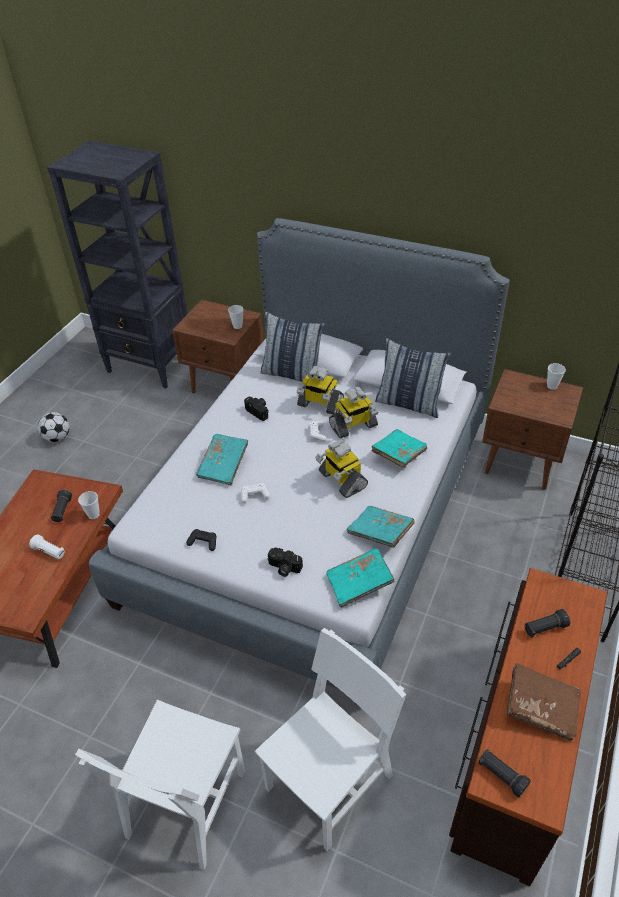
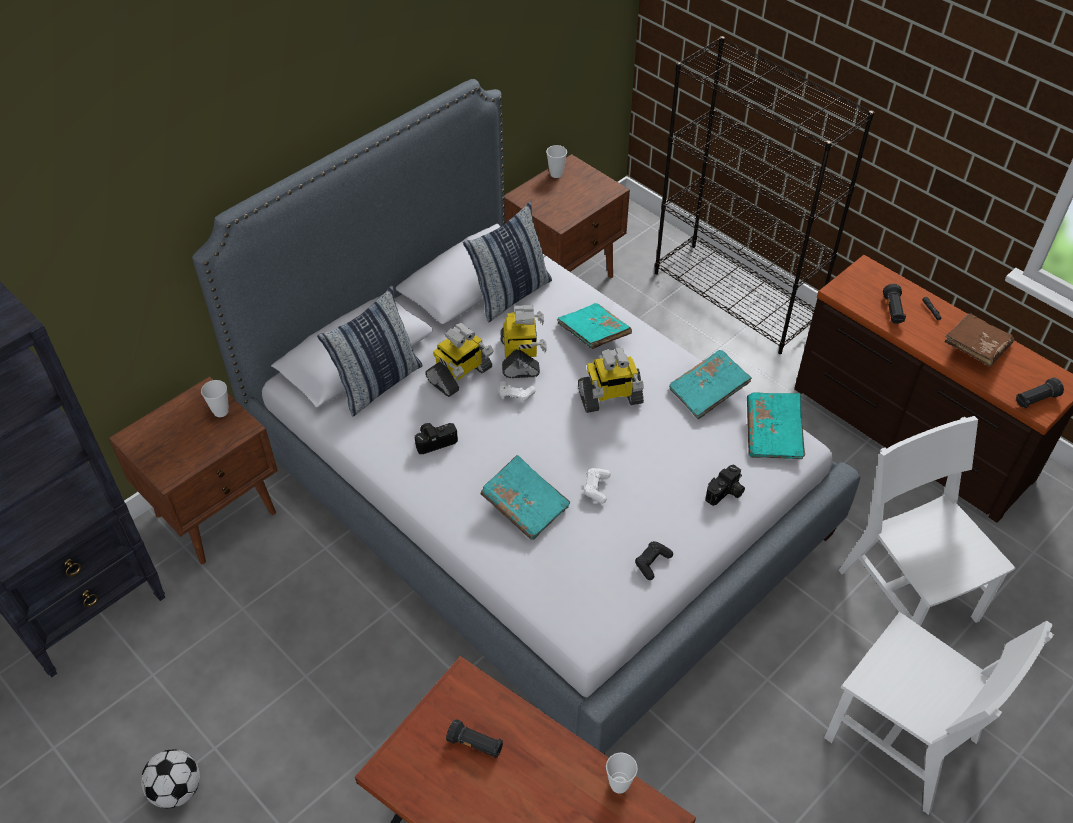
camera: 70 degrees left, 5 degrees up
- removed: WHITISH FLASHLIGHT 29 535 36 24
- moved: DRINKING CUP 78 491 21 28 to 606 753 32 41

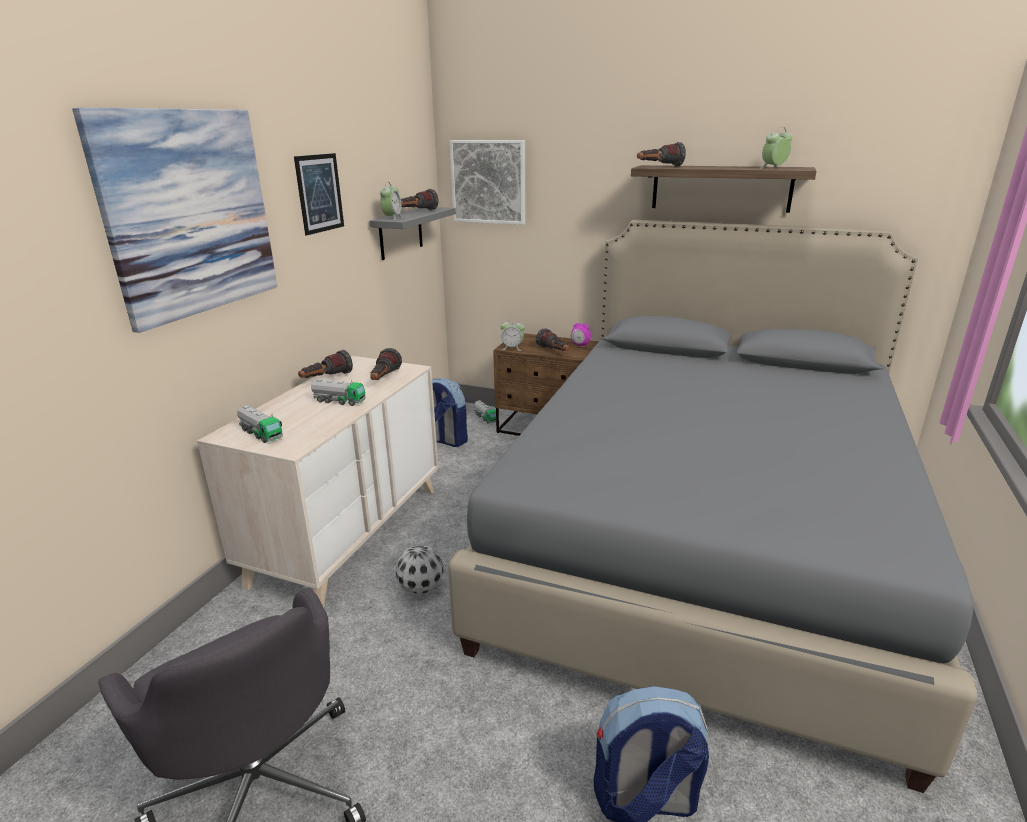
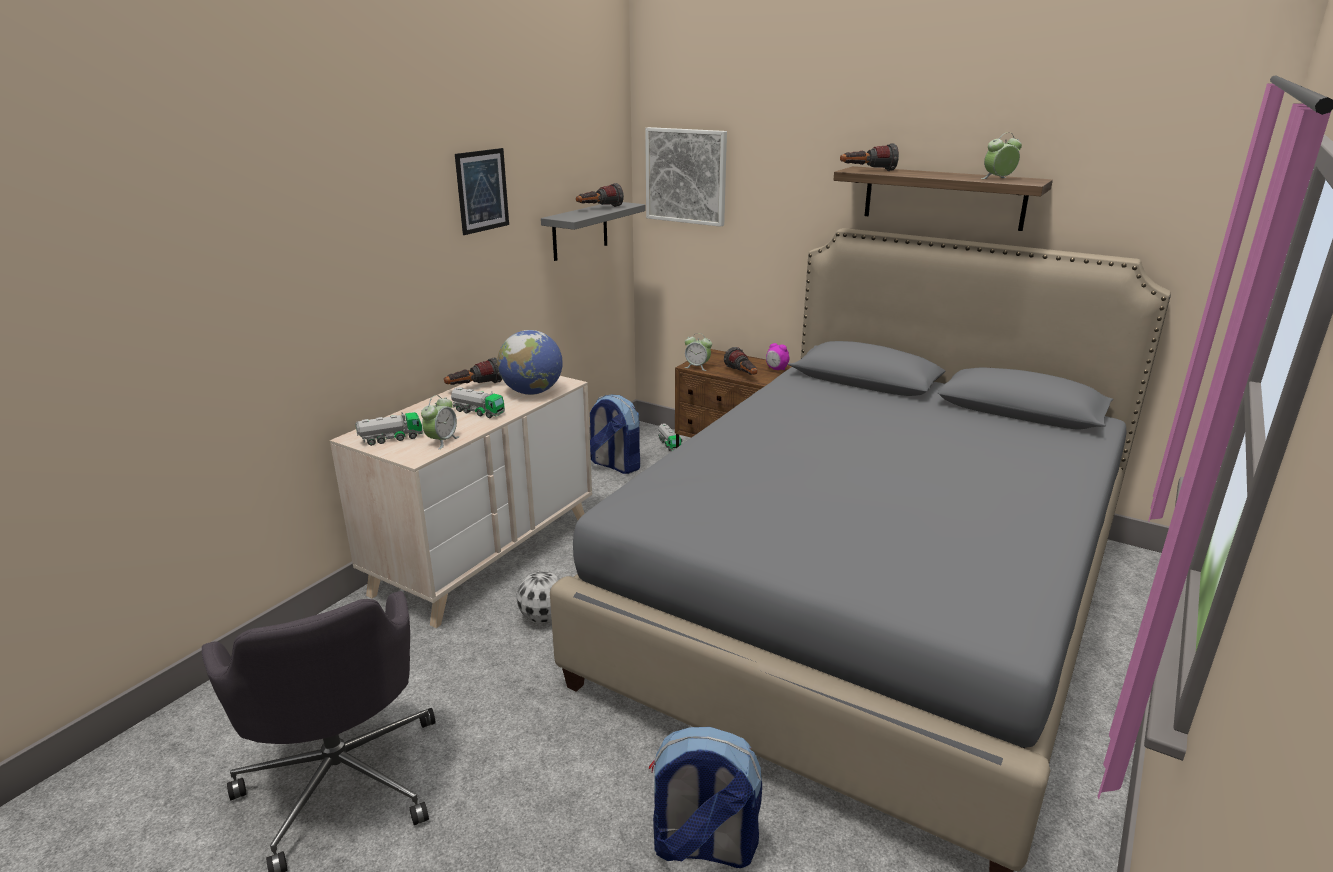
camera: 10 degrees right, 0 degrees up
- removed: PICTURE 72 108 206 225
- moved: BEDSIDE CLOCK 380 183 22 37 to 421 395 38 54
- replaced: FLASHLIGHT 370 348 32 32 to DESK GLOBE 497 330 66 65
- turned: TOY TRUCK 237 405 46 38 = 355 412 68 34 75 degrees counterclockwise

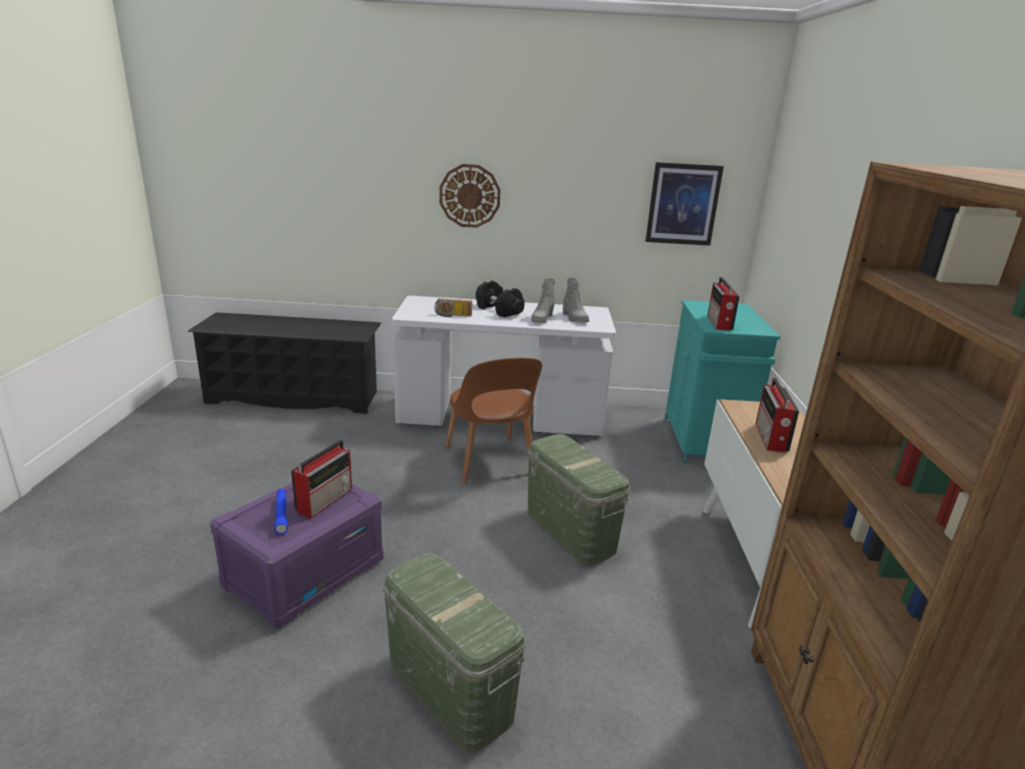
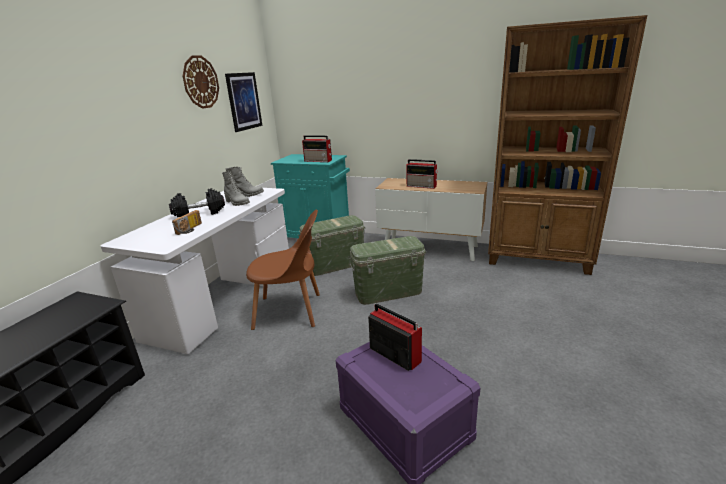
camera: 70 degrees left, 0 degrees up
- removed: BLUE-COLOURED FLASHLIGHT 274 489 14 46
- moved: GREEN STORAGE BIN 383 553 143 199 to 298 215 67 61
- moved: WALL CLOCK 440 164 60 64 to 182 55 37 54

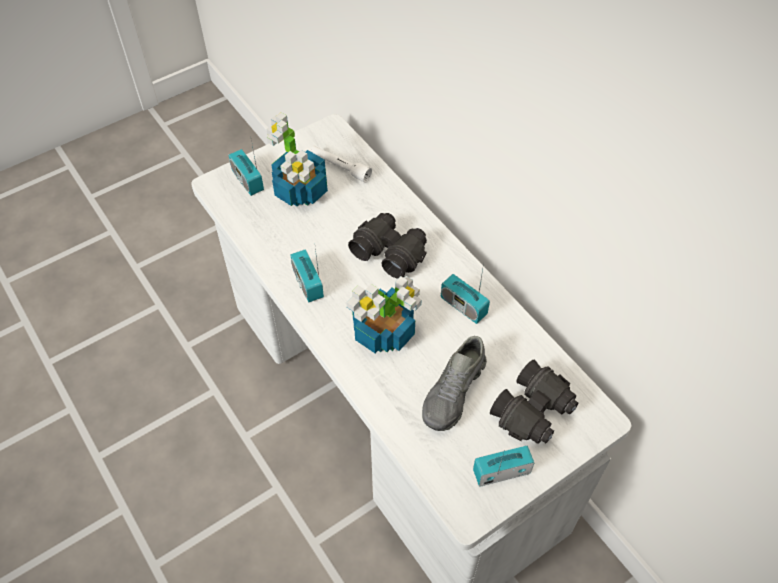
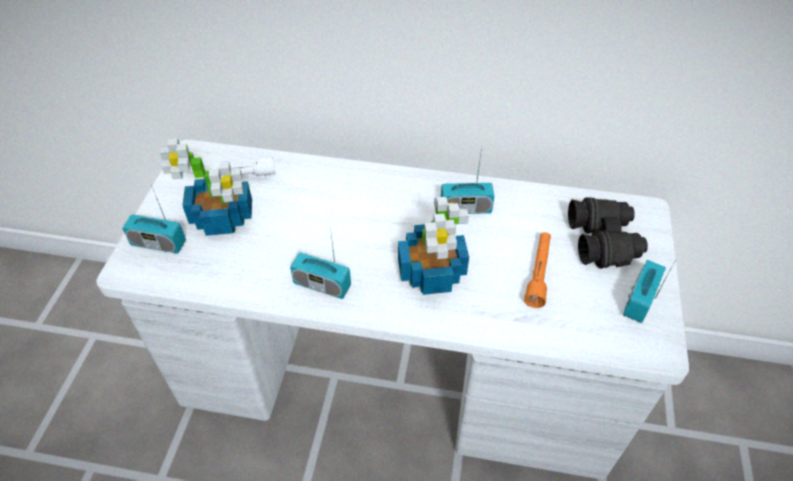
camera: 45 degrees left, 5 degrees down
- removed: BLACK-COLOURED BINOCULARS 348 213 79 65
- replaced: GREYISH LOW SHOE 422 336 65 95 to ORANGEY FLASHLIGHT 524 232 27 76

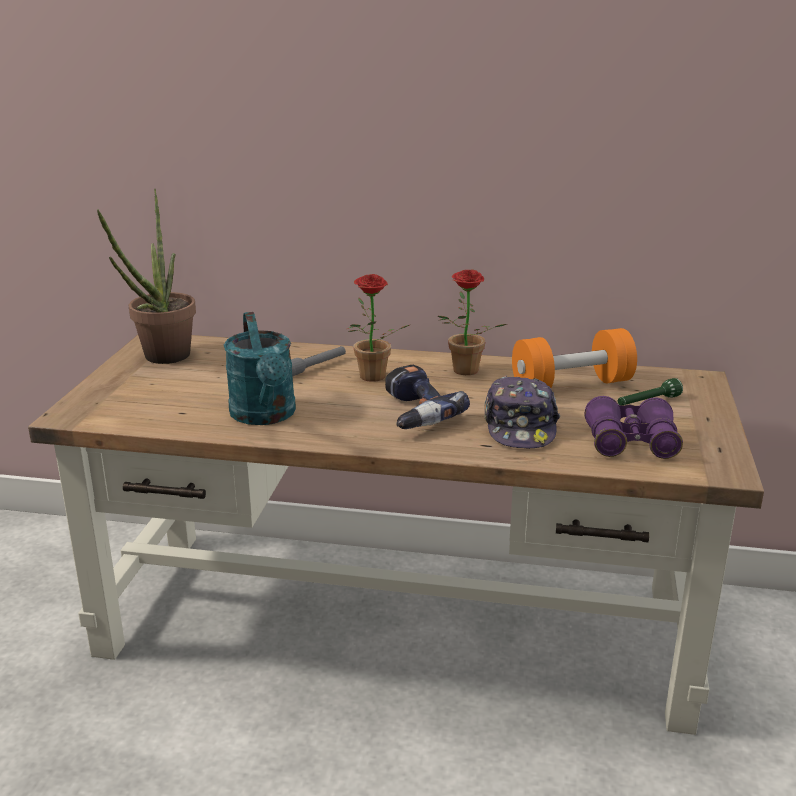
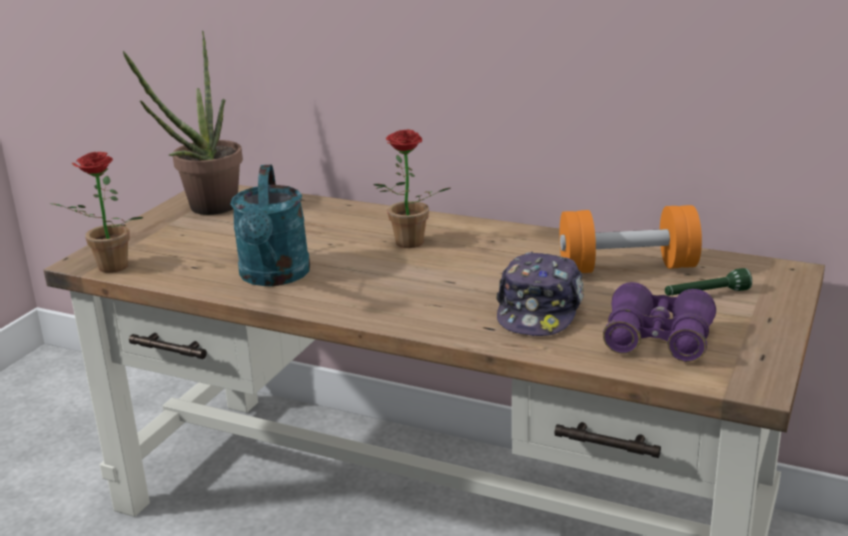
camera: 15 degrees right, 0 degrees up
- removed: GREYISH FLASHLIGHT 291 346 55 31
- removed: POWER DRILL 385 365 85 64
- moved: HOUSEPLANT 438 269 68 106 to 53 152 90 121

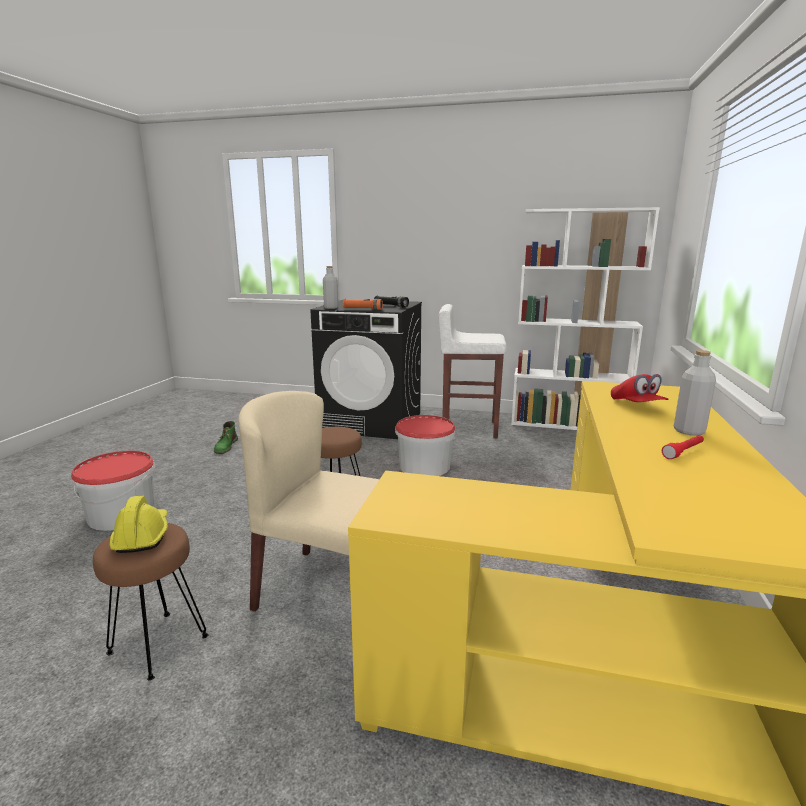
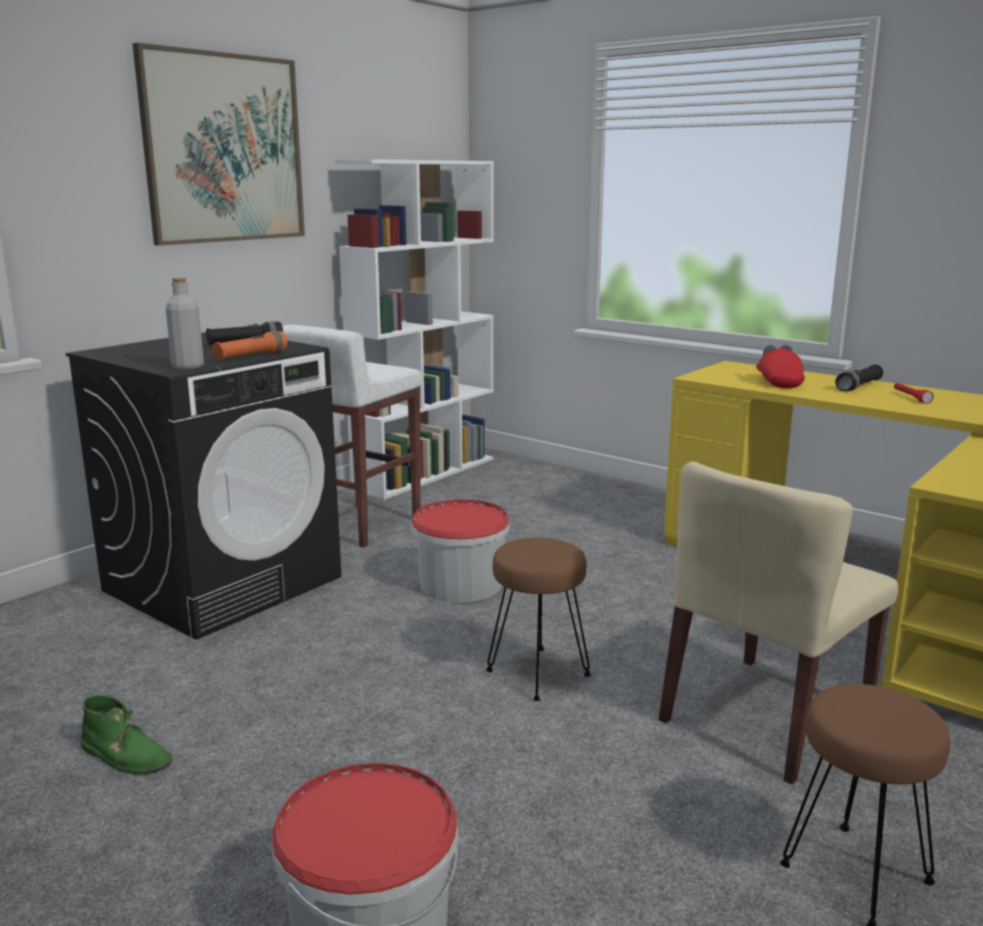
camera: 65 degrees left, 0 degrees up
- removed: YELLOWISH HARD HAT 110 495 58 58
- added: PICTURE 132 43 173 203
- replaced: GREYISH DRINK BOTTLE 674 350 42 86 to BLACK-COLOURED FLASHLIGHT 835 365 48 27
- turned: REDDISH CAP 611 374 58 28 = 756 345 49 43 105 degrees counterclockwise

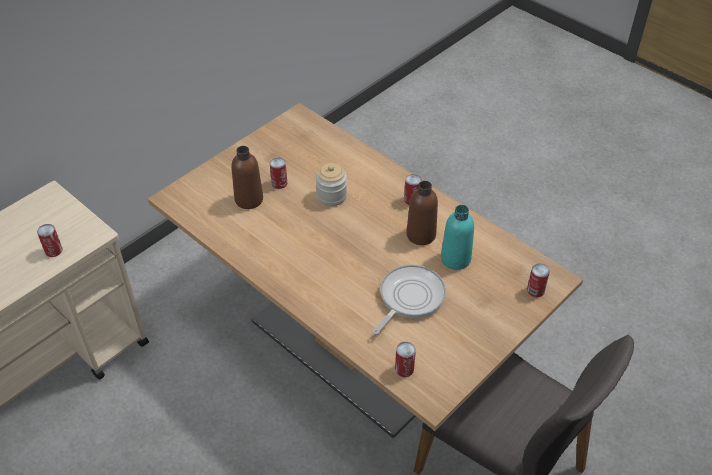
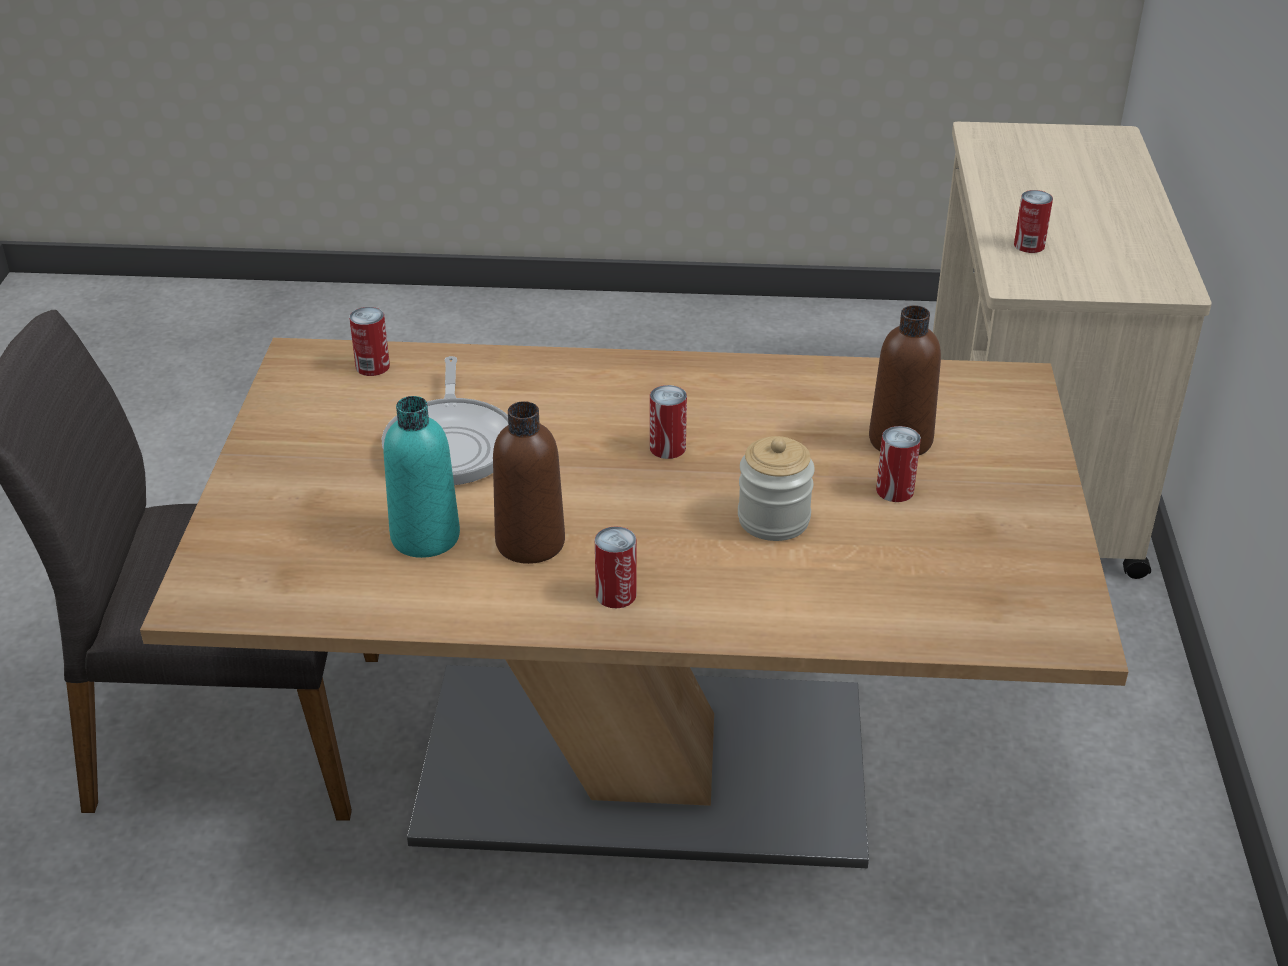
camera: 140 degrees right, 10 degrees down
- moved: CAN 527 264 23 33 to 650 385 37 74

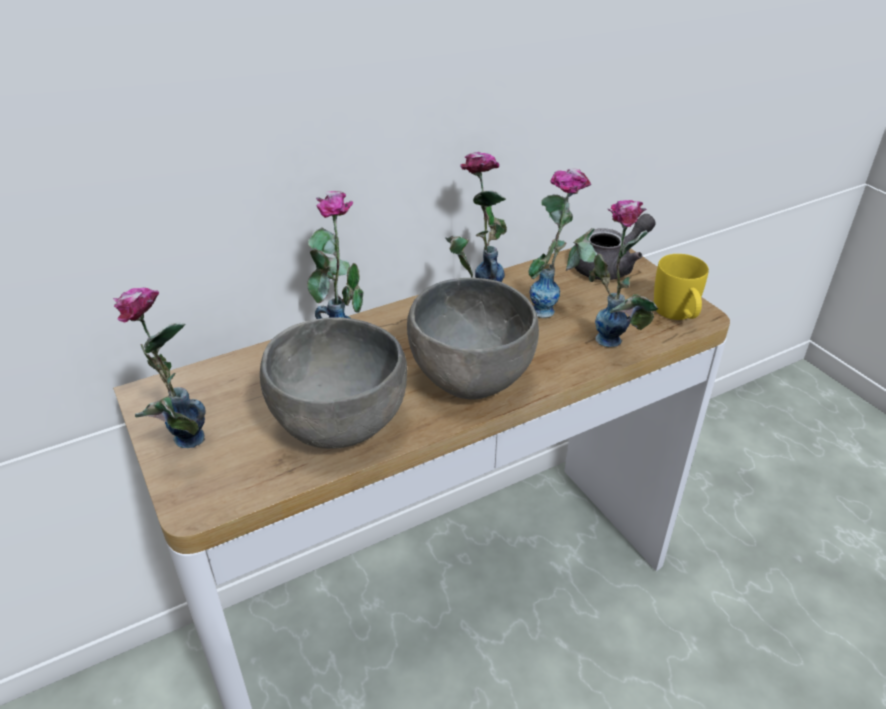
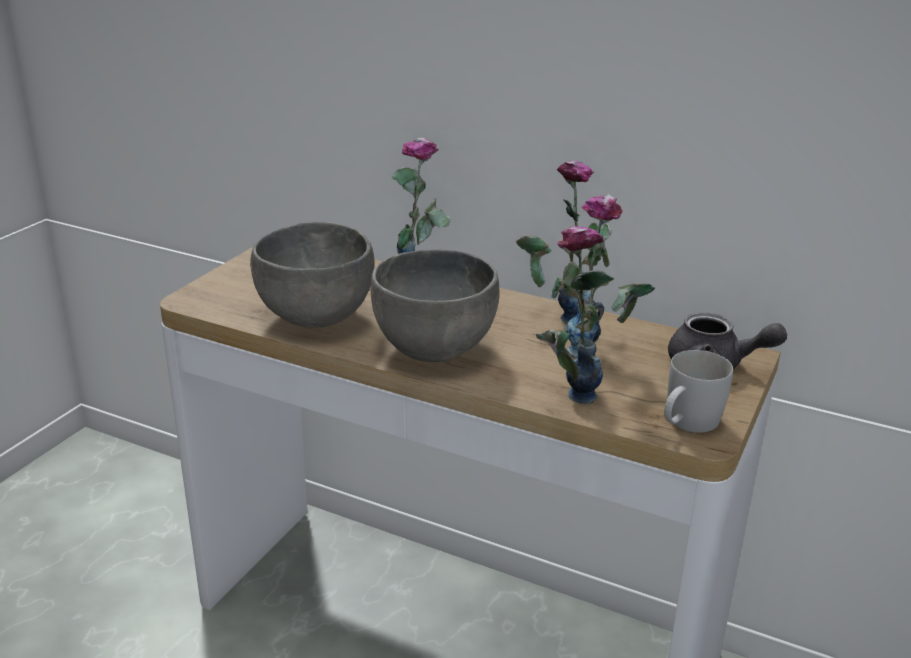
camera: 55 degrees right, 10 degrees down
- removed: DECORATIVE VASE 113 288 93 160
- recoloured: YELLOWISH MUG 654 254 55 66 to WHITISH MUG 664 350 69 83

